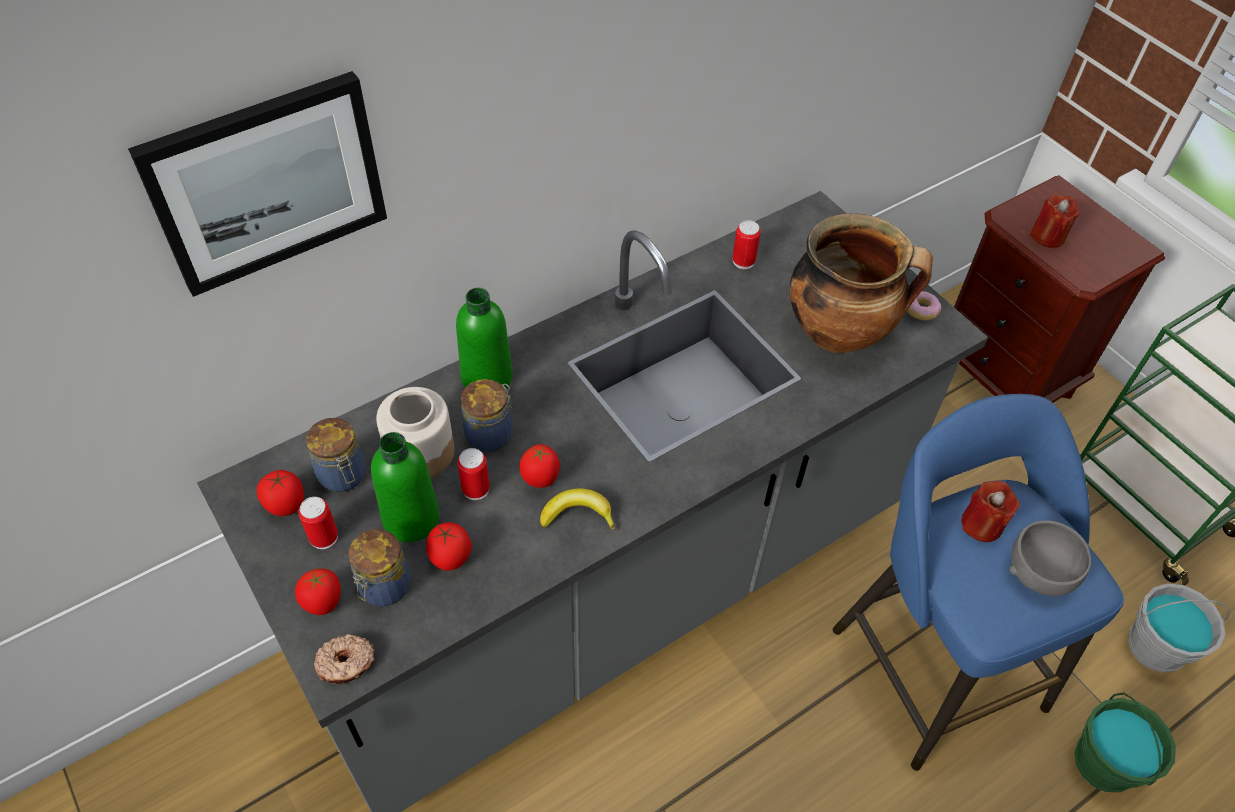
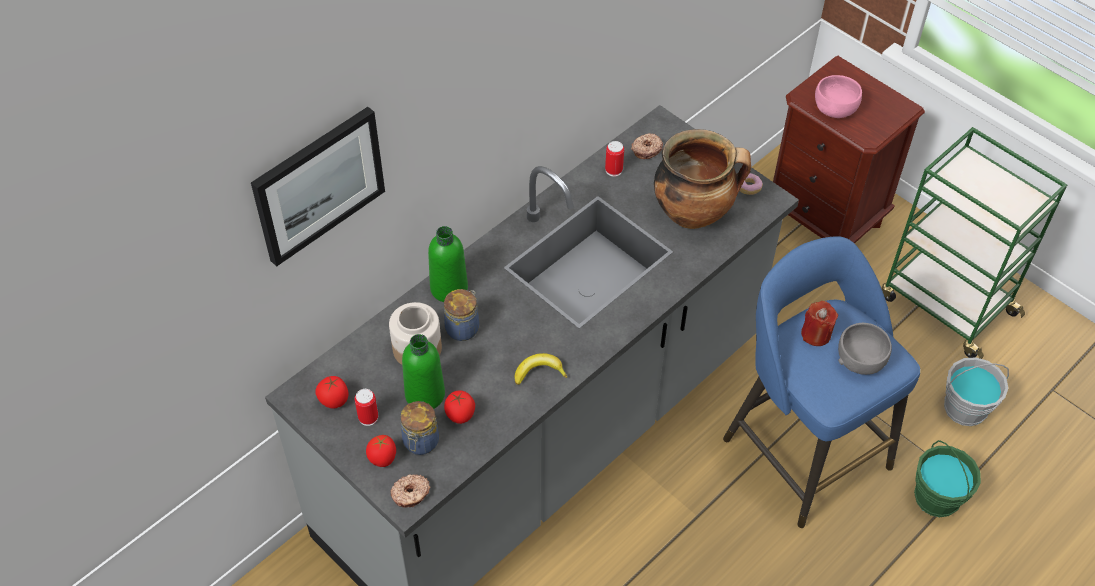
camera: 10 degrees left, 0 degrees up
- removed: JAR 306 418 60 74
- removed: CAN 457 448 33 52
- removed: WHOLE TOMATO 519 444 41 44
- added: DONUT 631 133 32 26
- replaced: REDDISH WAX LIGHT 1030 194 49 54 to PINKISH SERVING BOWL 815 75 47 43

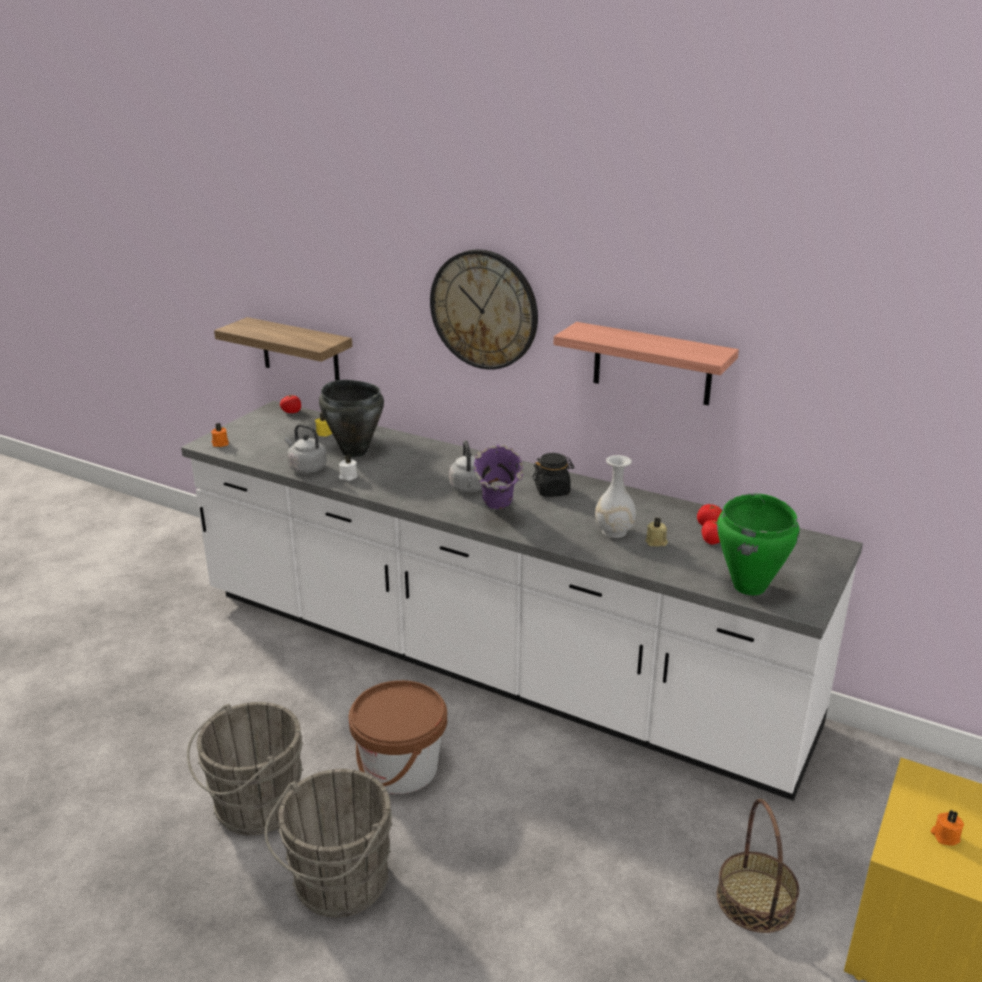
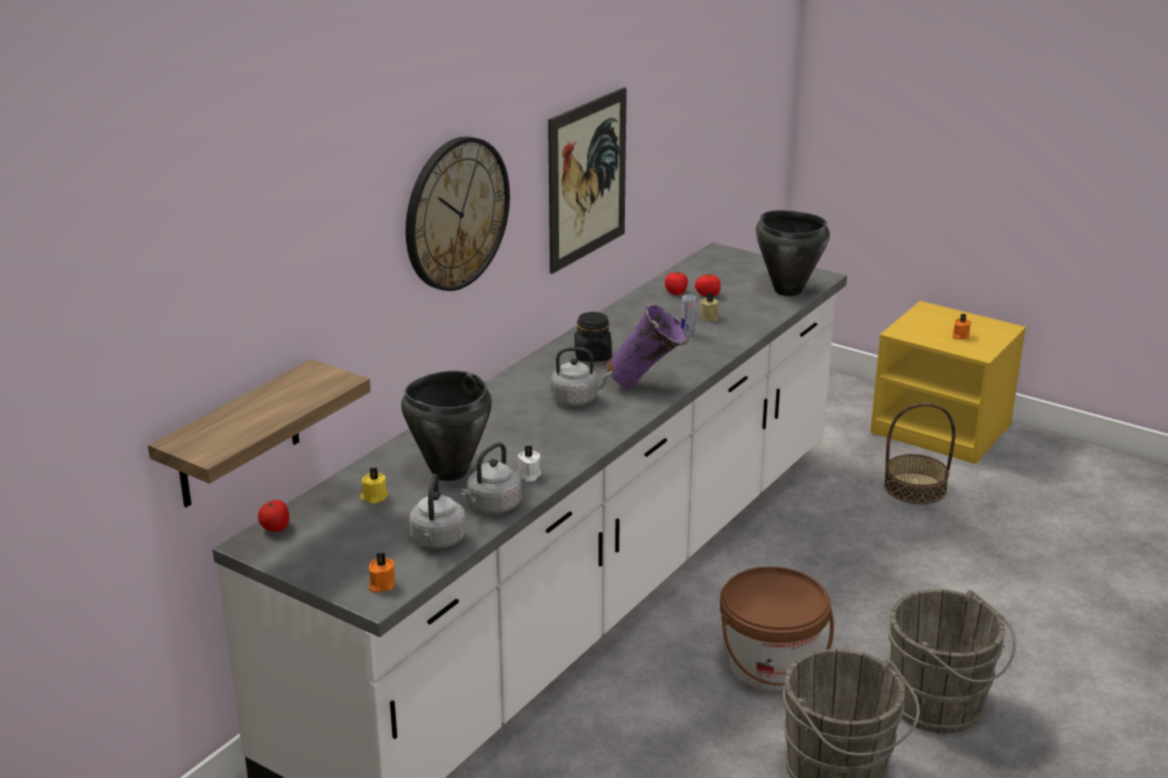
camera: 85 degrees left, 0 degrees up
- added: GREYISH KETTLE 409 474 57 75
- replaced: WALL SHELF 554 322 185 83 to PICTURE 548 87 79 187
- replaced: WHITISH DECORATIVE VASE 595 455 41 83 to CAN 681 294 15 42
- recoloured: GREEN STOCKPOT 717 493 83 102 to BLACK-COLOURED STOCKPOT 756 210 74 86

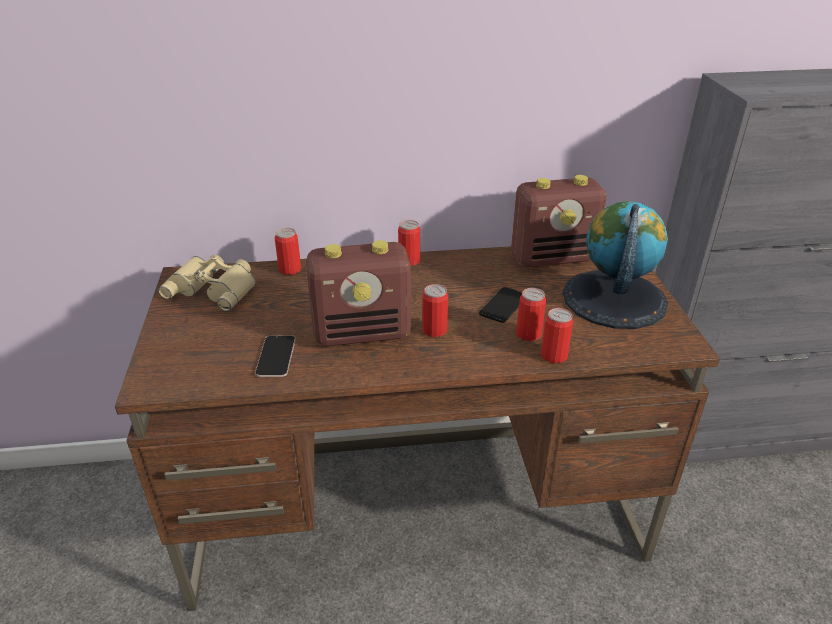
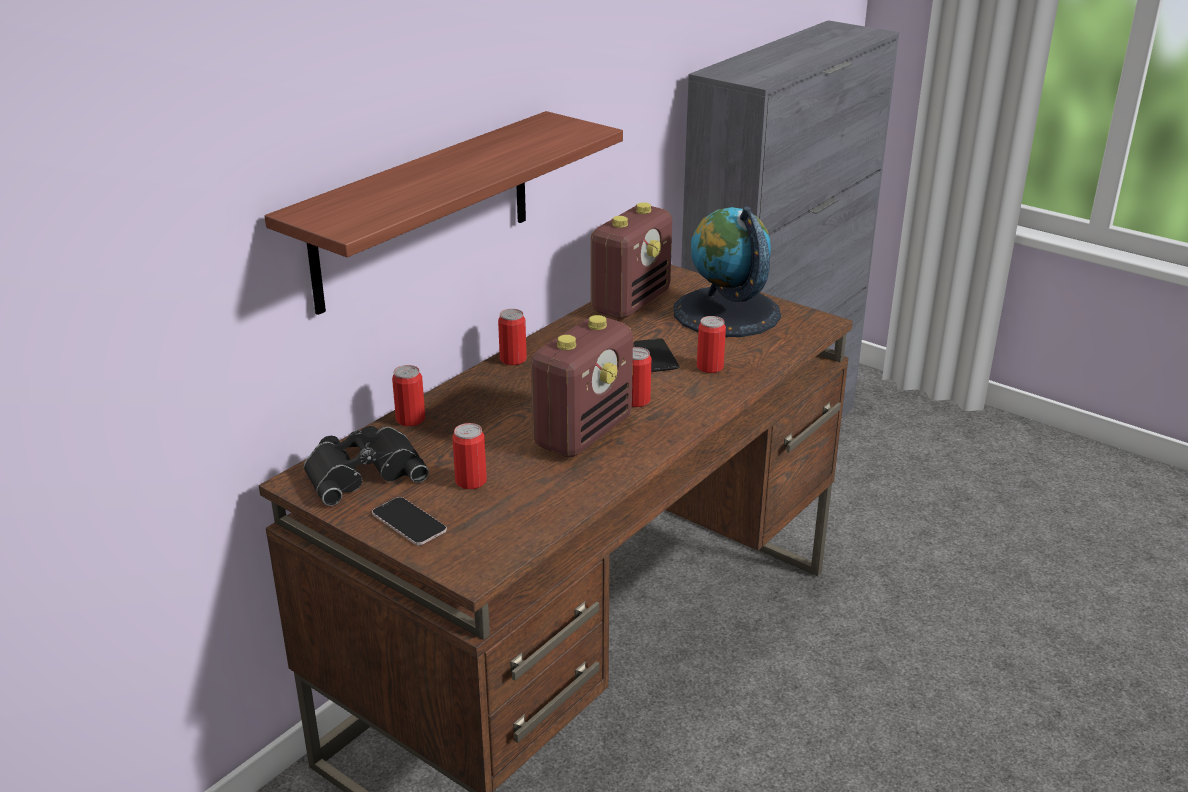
camera: 45 degrees left, 5 degrees down
- added: WALL SHELF 265 111 358 204
- moved: TELEPHONE 255 335 41 42 to 372 497 75 48
- moved: CAN 541 308 32 55 to 453 423 34 66
- recoloured: BEIGE BINOCULARS 158 255 98 56 to BLACK-COLOURED BINOCULARS 304 426 125 80

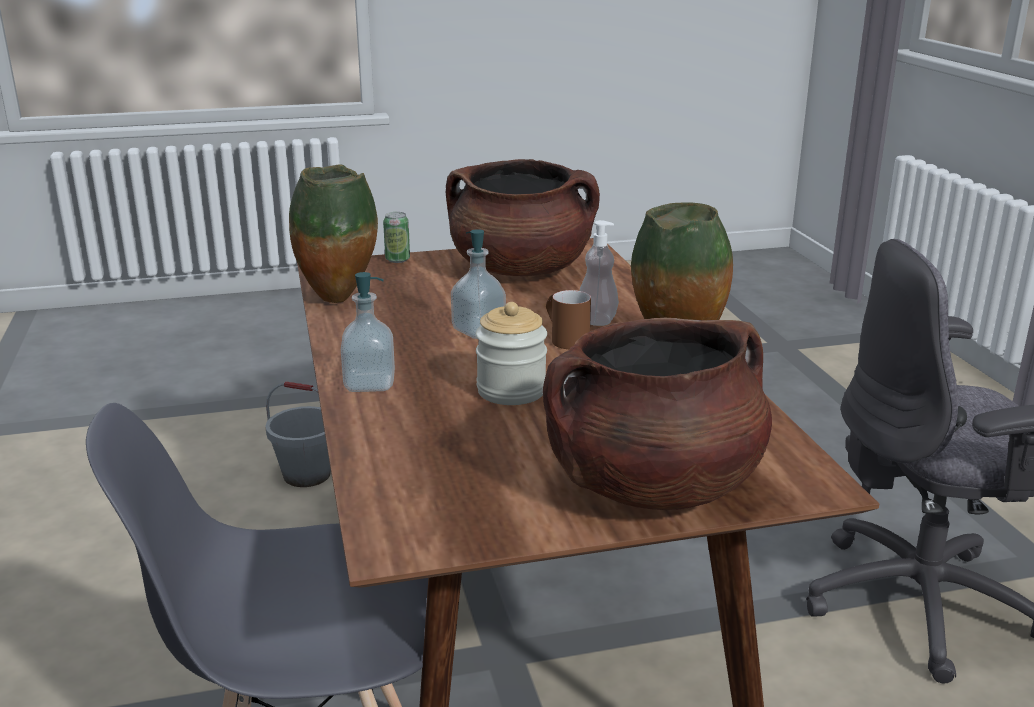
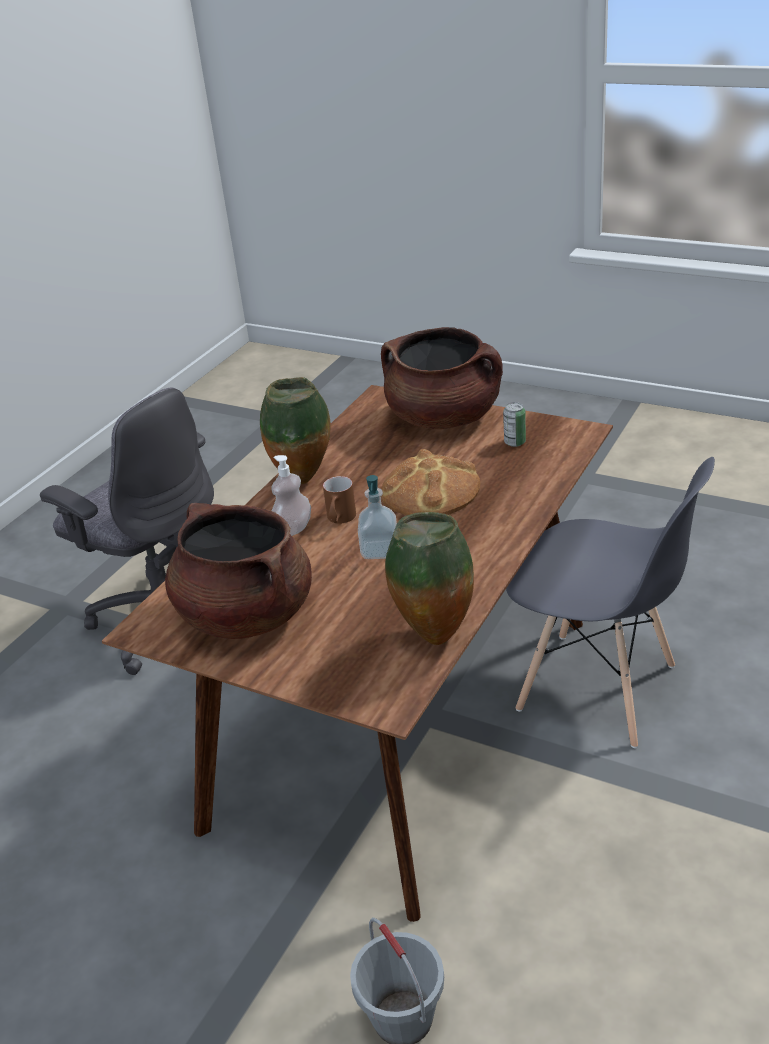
camera: 135 degrees left, 10 degrees up
- removed: LIQUID SOAP BOTTLE 341 272 54 120
- moved: CAN 383 212 27 51 to 503 402 23 45
- replaced: JAR 476 302 71 103 to BREAD 381 449 100 66

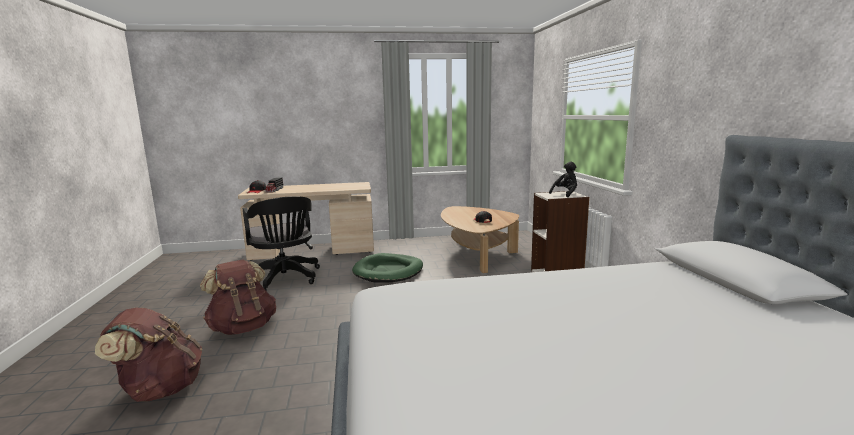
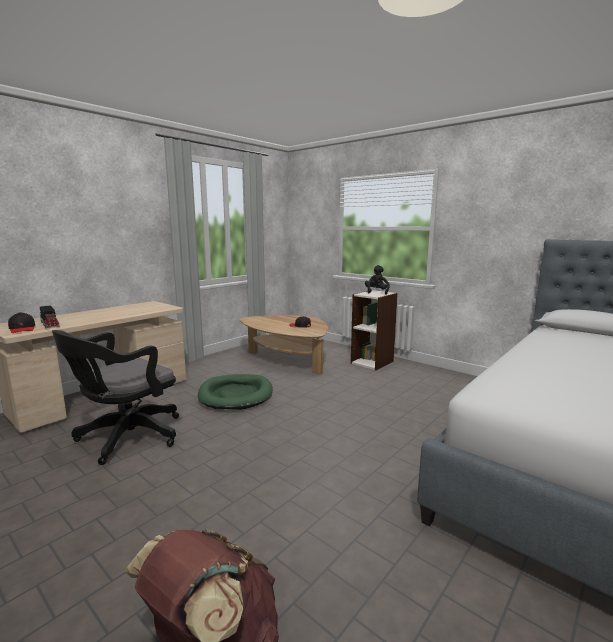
camera: 40 degrees left, 0 degrees up
- removed: BROWNISH BACKPACK 200 260 76 75
- turned: BLACK-COLOURED DESK CHAIR 243 196 77 94 = 52 330 127 135 105 degrees clockwise

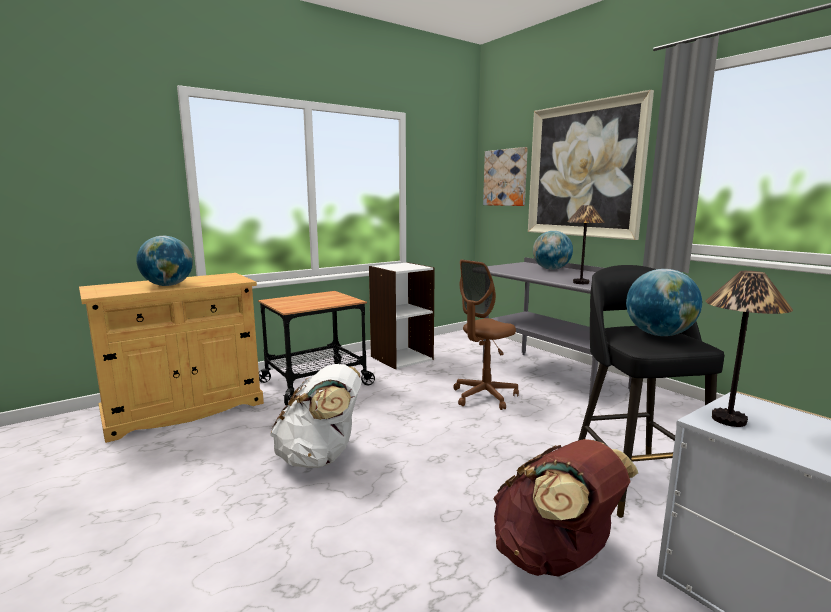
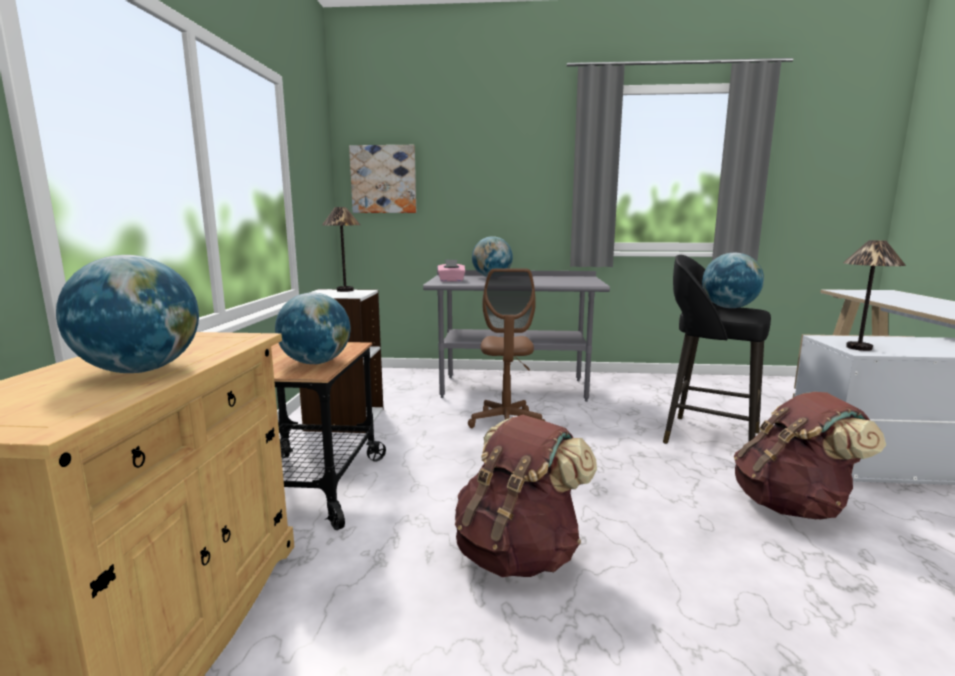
camera: 50 degrees left, 0 degrees up
- removed: PICTURE 528 90 126 150
- added: DESK GLOBE 275 292 75 72
- added: PINKISH TISSUE BOX 437 260 28 22
- moved: TABLE LAMP 567 205 38 79 to 322 207 38 85
- recoloured: WHITISH BACKPACK 270 364 92 104 to BROWNISH BACKPACK 455 415 142 162

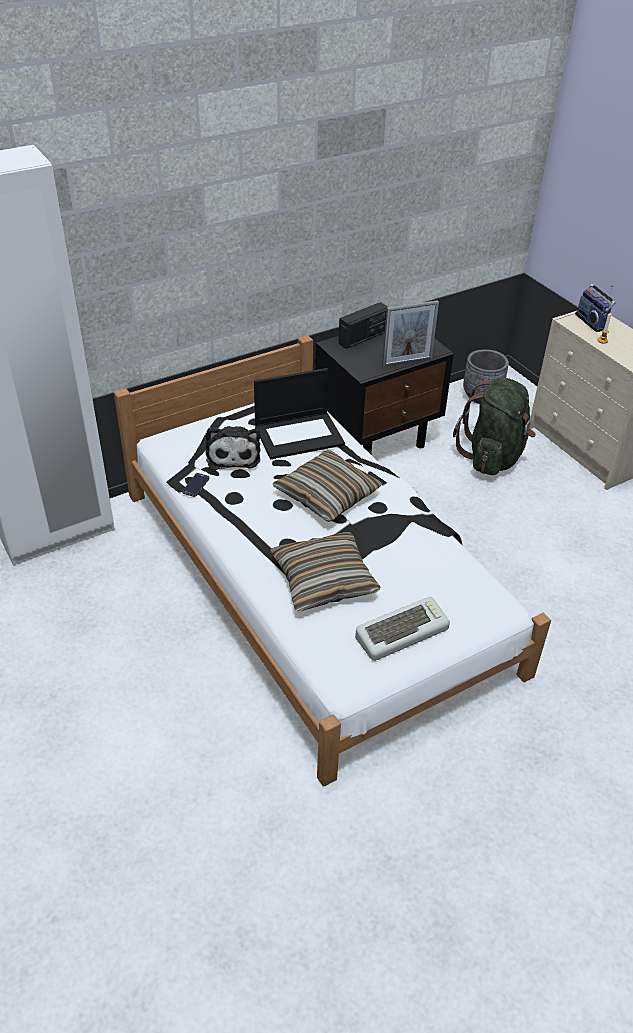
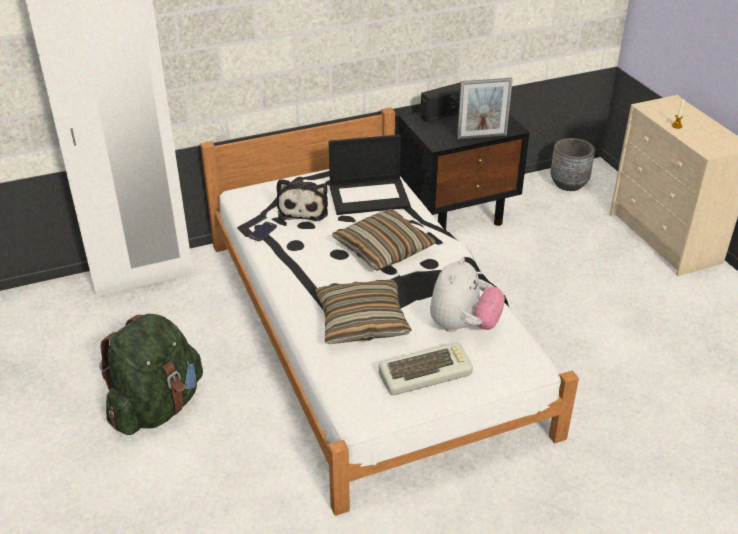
camera: 10 degrees right, 5 degrees down
- removed: RADIO SET 575 284 41 48
- added: CUDDLY TOY 430 257 75 75
- moved: GREEN BACKPACK 453 378 83 97 to 99 314 104 121

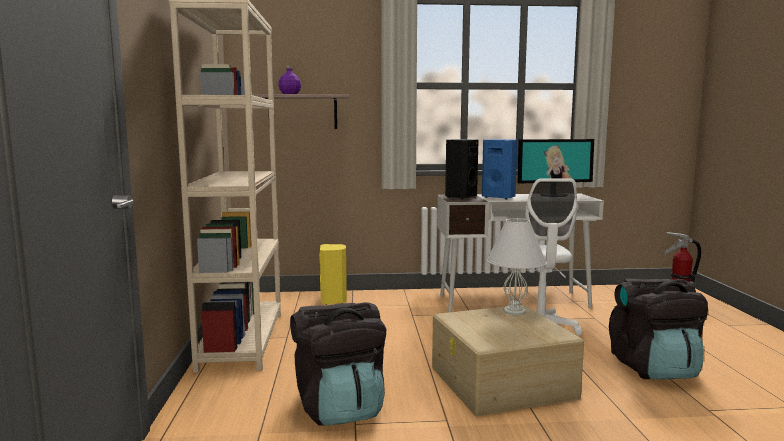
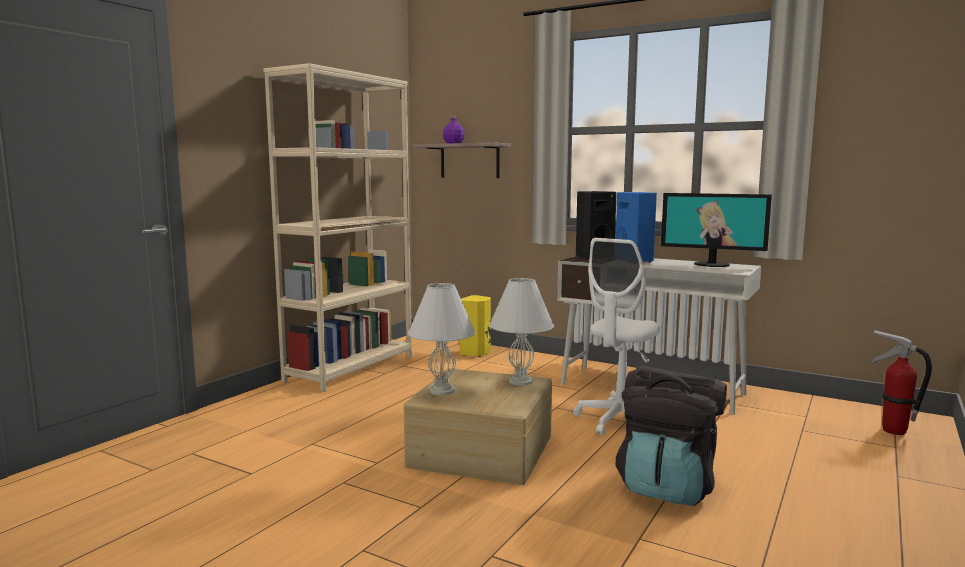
camera: 35 degrees right, 0 degrees up
- removed: BLACK-COLOURED BACKPACK 290 302 96 124
- added: WHITISH TABLE LAMP 408 283 67 112

